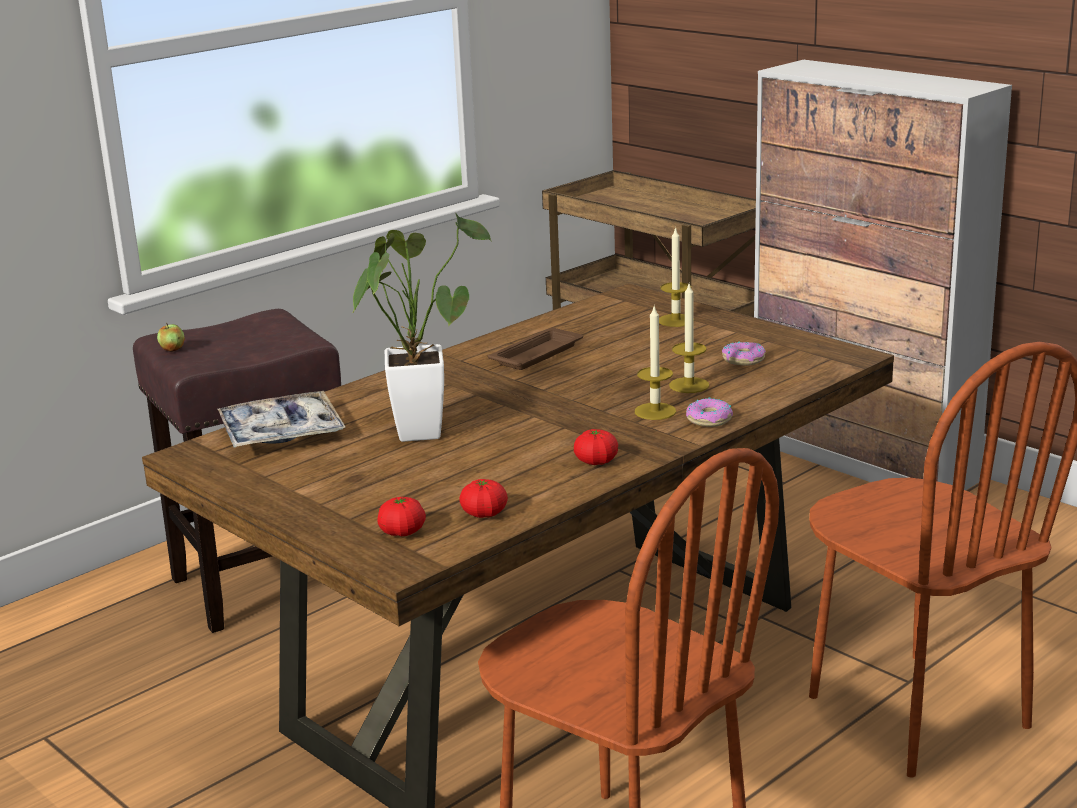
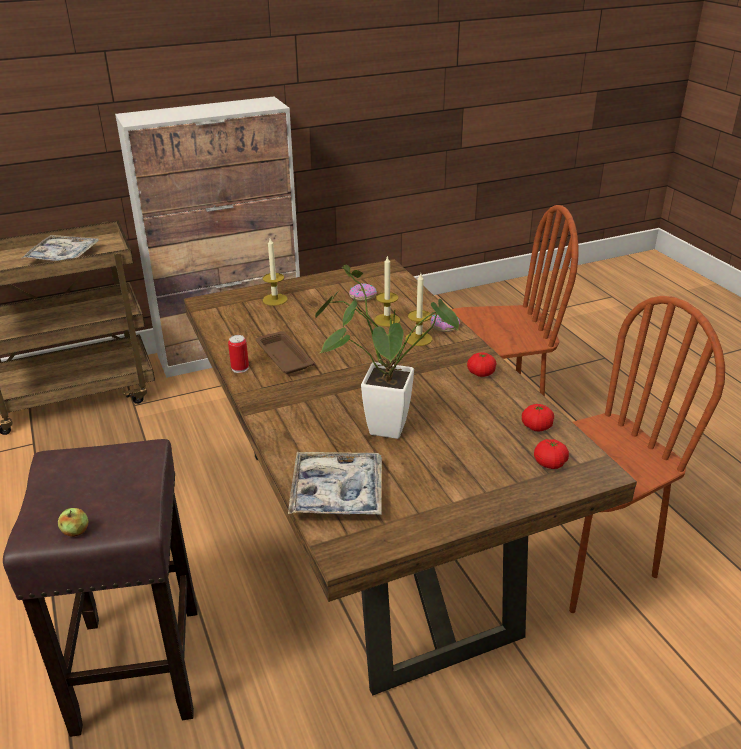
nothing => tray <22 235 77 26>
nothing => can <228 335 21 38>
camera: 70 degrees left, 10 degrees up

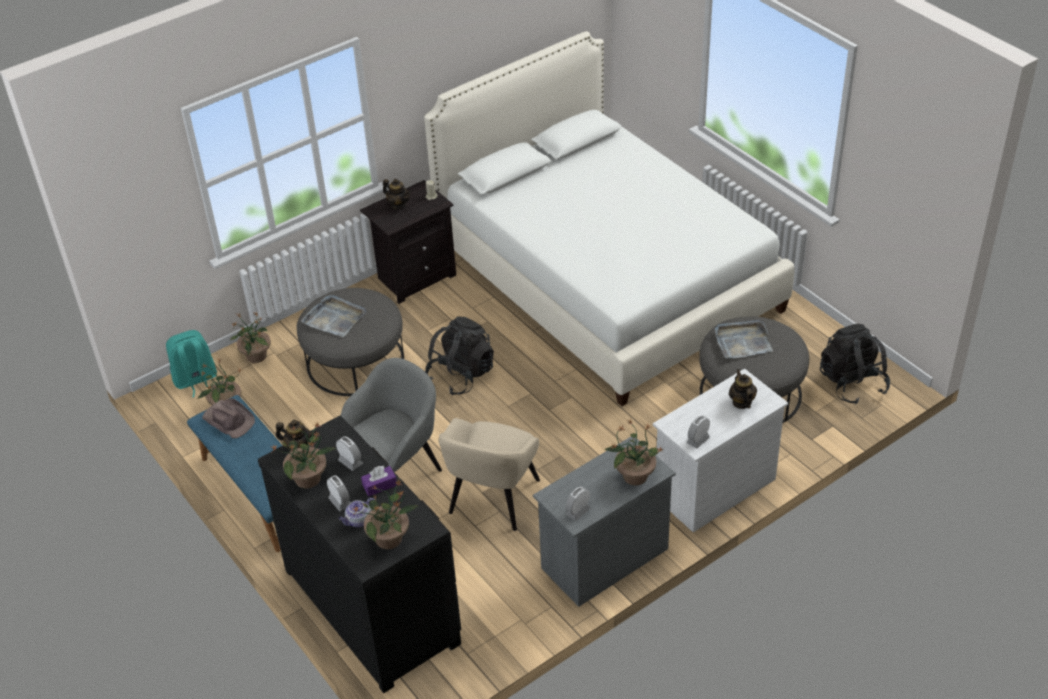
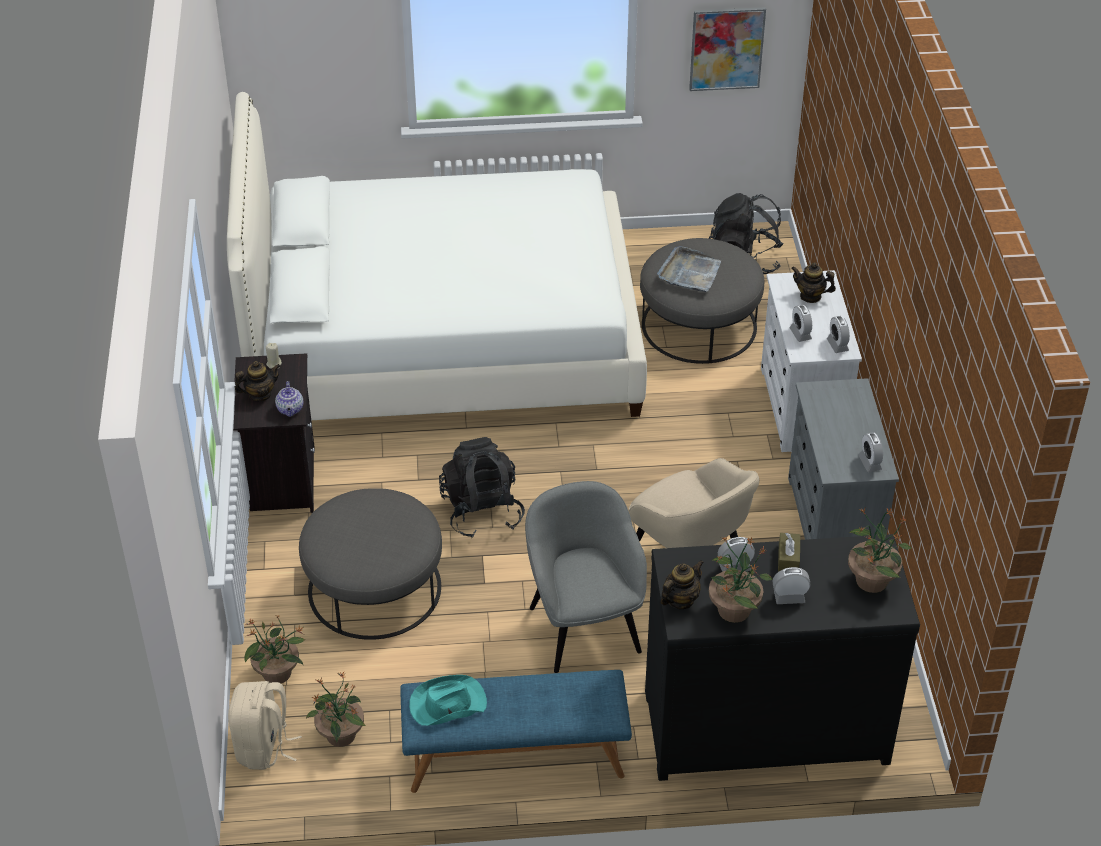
knapsack in turquoise <166 330 51 68> => knapsack in beige <228 681 74 89>
pot for tea <338 498 37 29> => pot for tea <275 381 29 36>, moved
clothing hat in brownish <202 398 53 40> => clothing hat in turquoise <409 675 78 51>
nothing => picture <689 7 77 84>
tissue holder in purple <361 466 36 30> => tissue holder in brownish <778 533 22 38>
nothing => alarm clock <789 305 23 37>
tray in gray <301 295 65 42> => nothing
plant in a pot <604 419 59 67> => nothing
camera: 60 degrees left, 0 degrees up

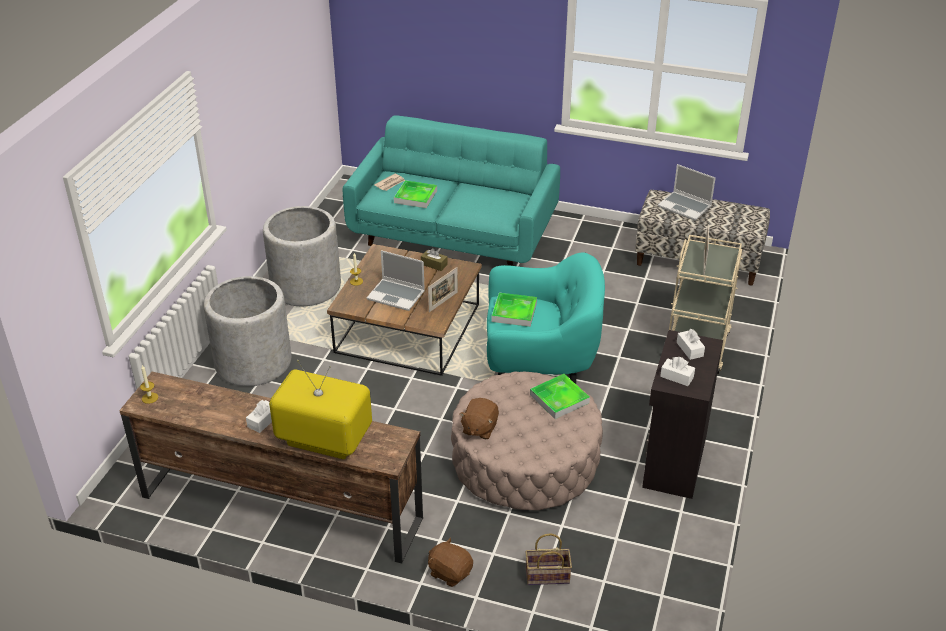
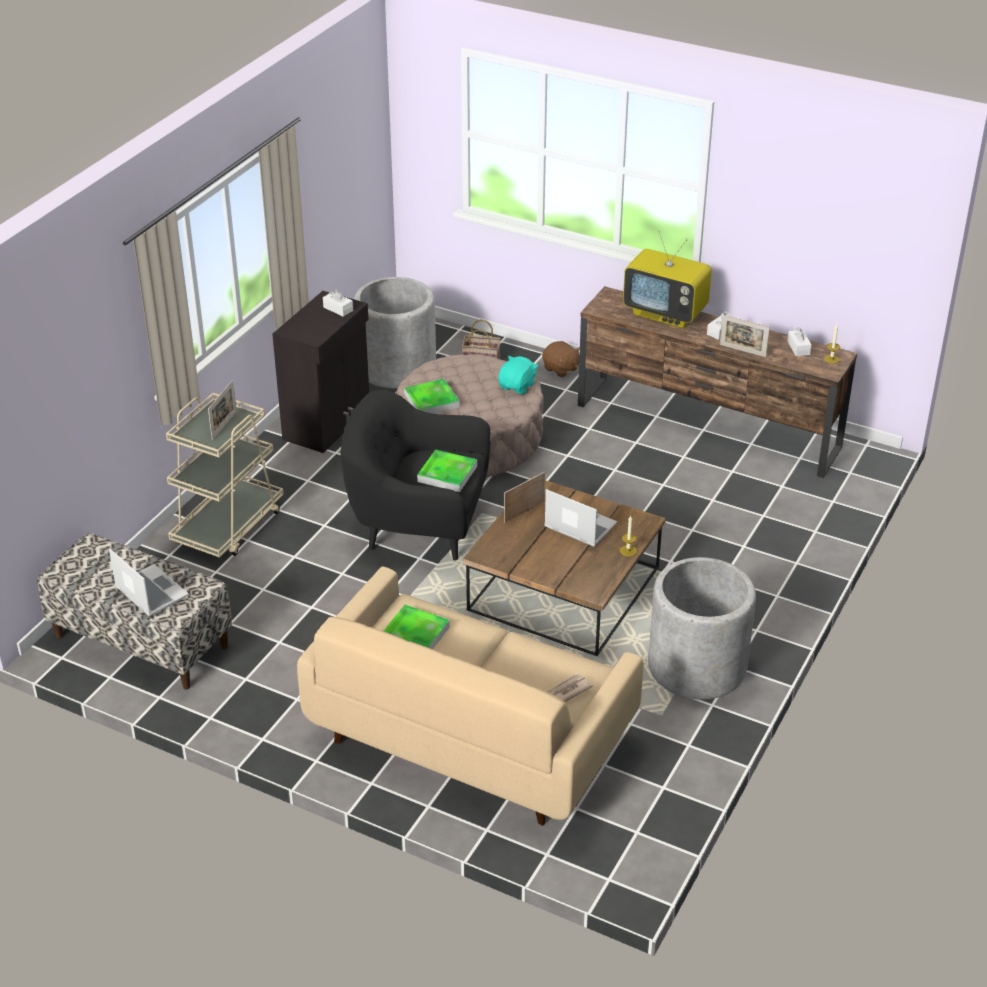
settee in turquoise <343 115 217 151> => settee in beige <297 566 346 259>
easy chair in turquoise <487 252 118 132> => easy chair in black <341 390 150 171>
plant pot in gray <204 276 87 110> => plant pot in gray <354 277 82 111>, moved
tray <394 180 43 28> => tray <384 605 66 44>, moved
cuddly toy in brownish <459 398 40 41> => cuddly toy in turquoise <498 356 40 39>
nothing => photo frame <720 315 50 42>
tissue holder in white <677 329 28 31> => tissue holder in white <787 327 24 29>, moved
tissue holder in brownish <421 248 27 23> => nothing
camera: 170 degrees left, 0 degrees up

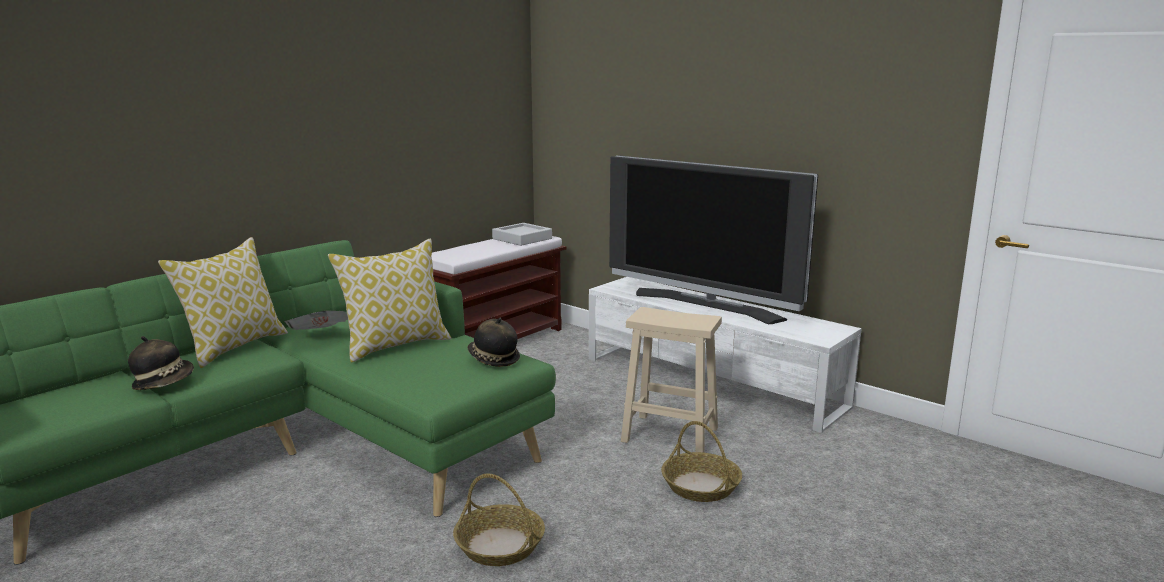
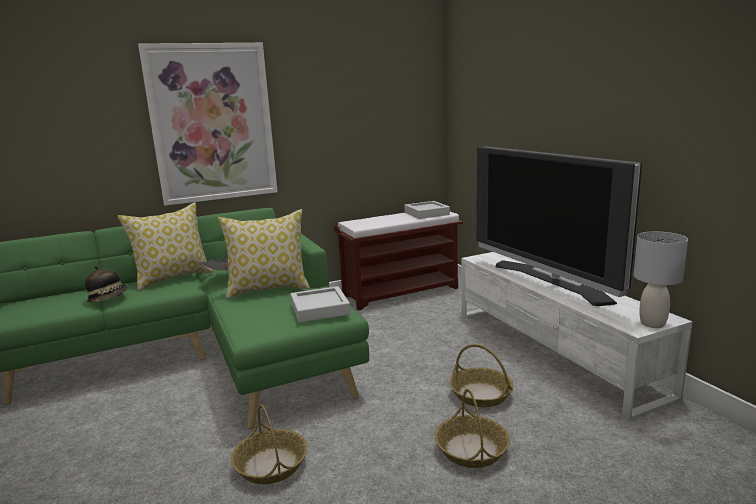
nothing => picture <138 43 140 163>
clothing hat <468 318 52 49> => tray in gray <290 286 61 37>
sitting stool in beige <621 307 101 146> => storage basket <449 344 65 63>
nothing => tabletop lamp in gray <634 232 54 96>
camera: 25 degrees right, 0 degrees up

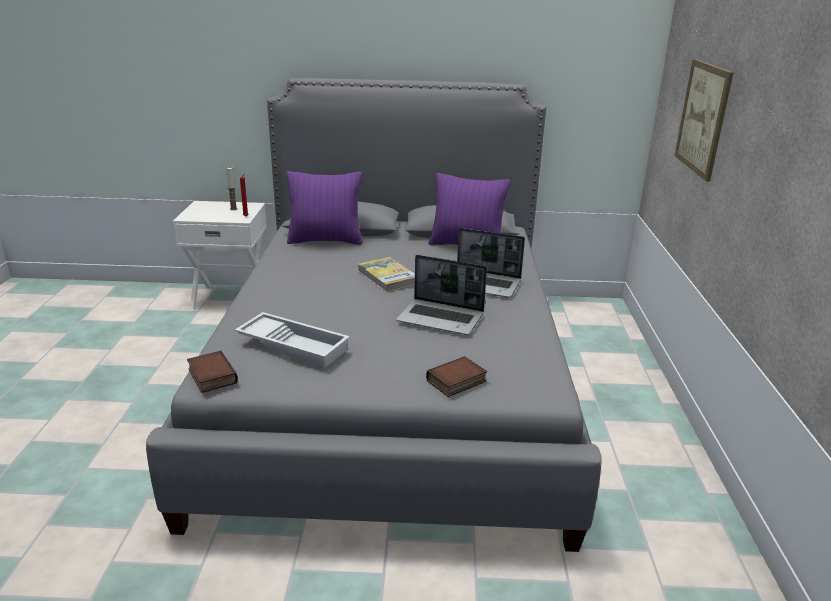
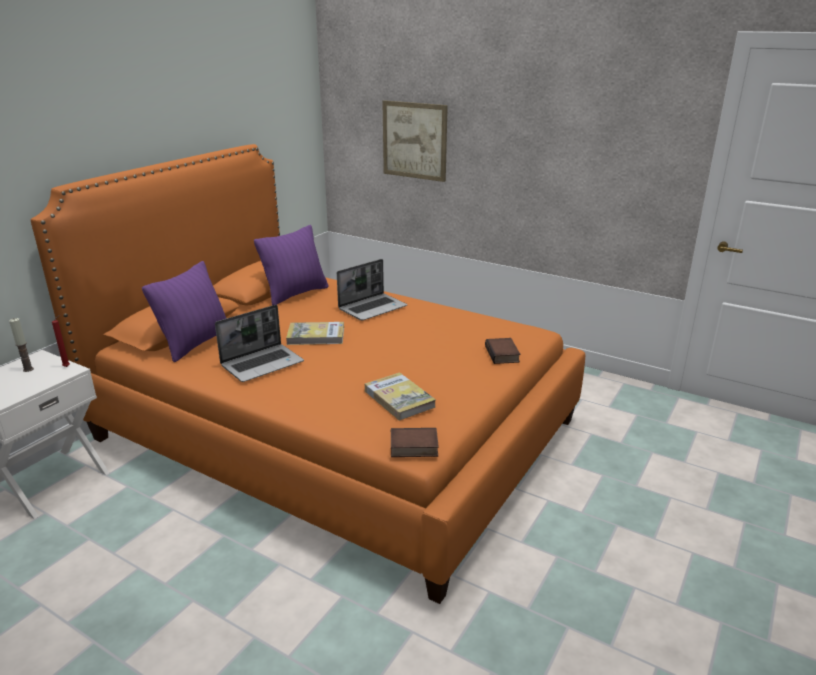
bedroom bed in gray <146 78 456 474> => bedroom bed in orangey <31 144 554 460>
portable computer <396 255 91 80> => portable computer <215 305 89 77>, moved
tray in white <235 312 115 56> => volume <365 372 71 49>
camera: 60 degrees left, 0 degrees up

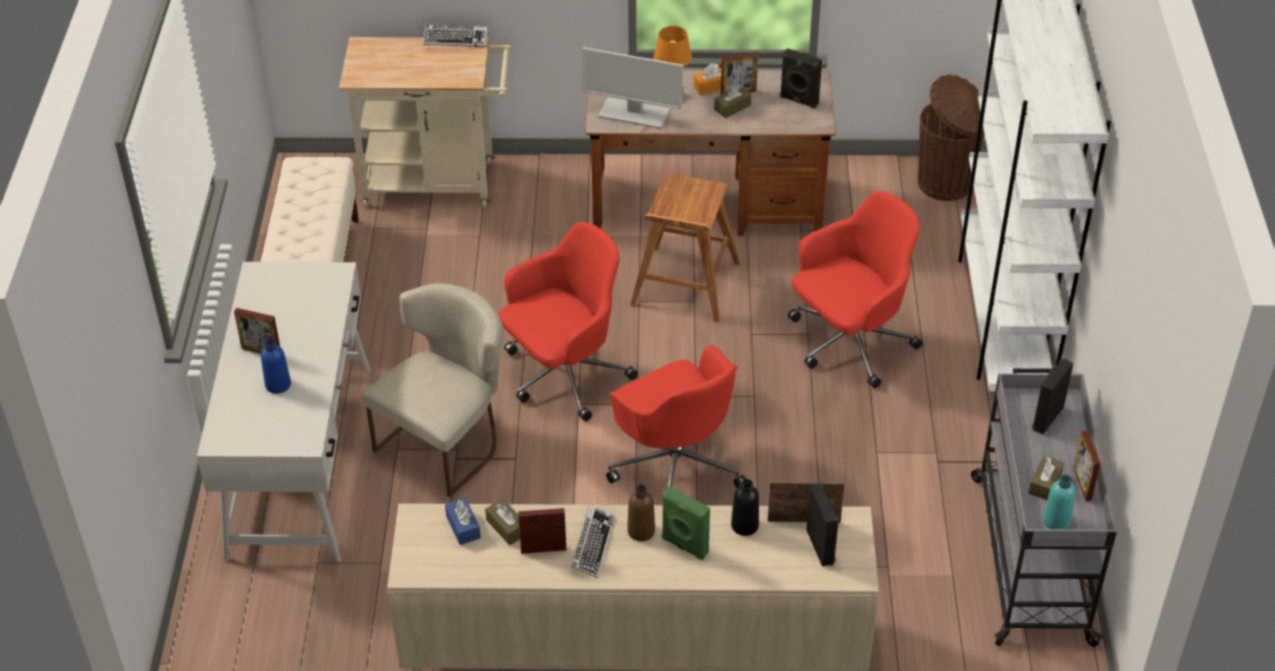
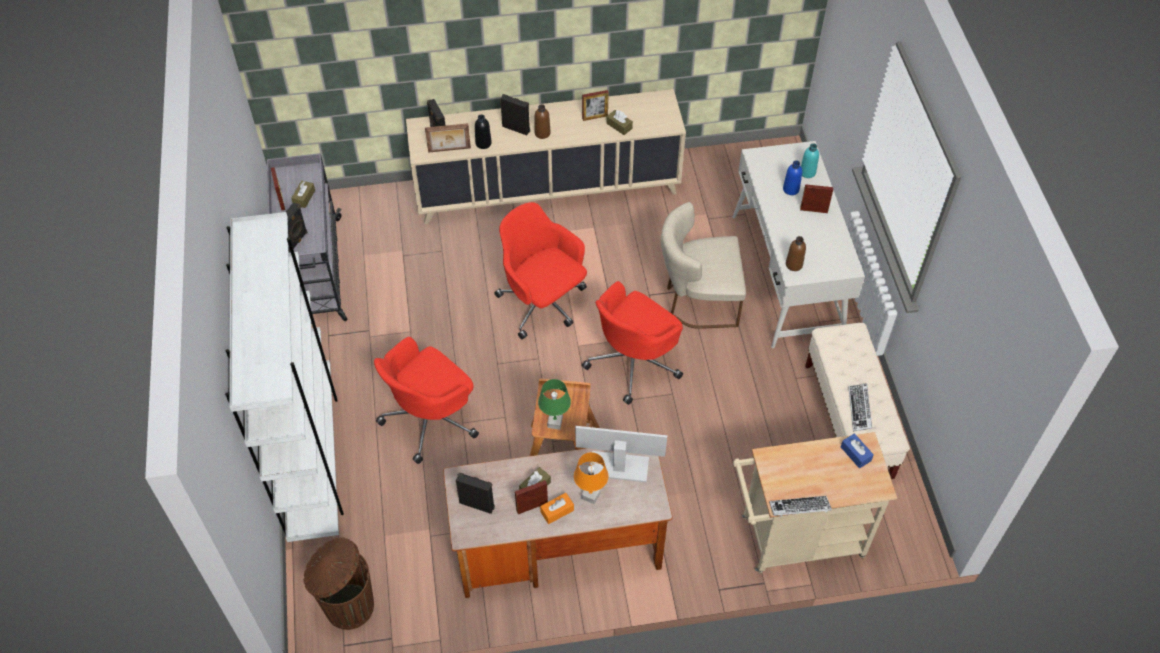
speaker in green-coloured <662 486 48 74> => speaker in black <500 94 30 41>
nothing => tabletop lamp in green-coloured <538 379 33 51>
upright chair in beige <362 283 142 214> => upright chair in beige <661 202 85 127>, 60 degrees clockwise
nothing => drink bottle in brownish <786 236 20 35>
drink bottle in turquoise <1043 475 33 54> => drink bottle in turquoise <801 143 18 35>, moved
tissue holder in bluish <445 498 36 47> => tissue holder in bluish <841 433 33 35>, moved
keyboard <571 505 44 73> => keyboard <848 383 24 49>, moved
camera: 170 degrees right, 10 degrees up

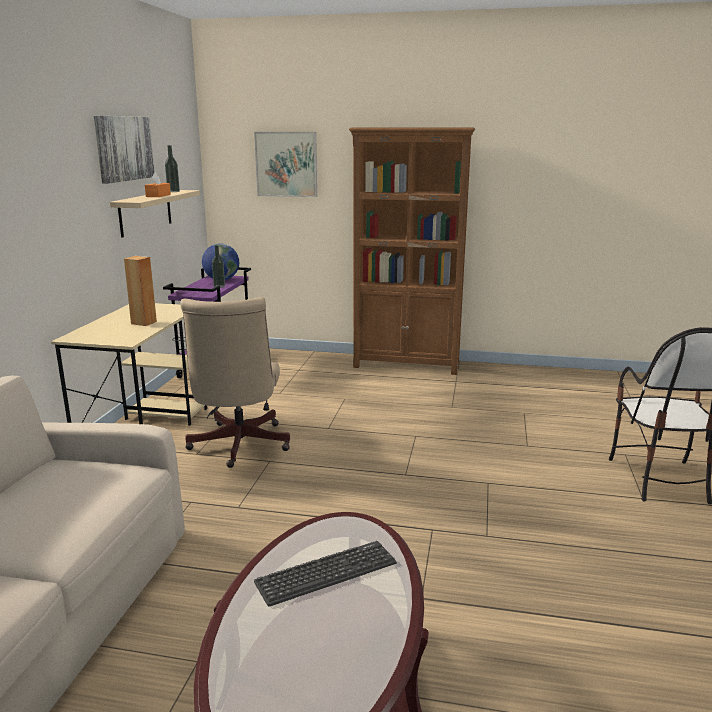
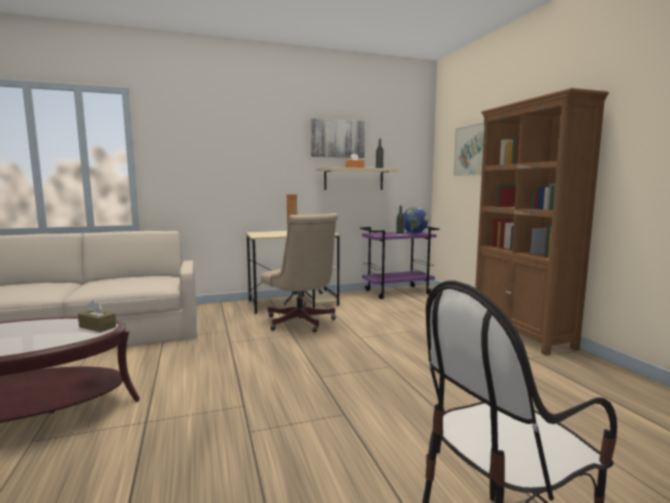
nothing => tissue holder in brownish <78 300 38 32>
office chair in beige <180 297 110 171> => office chair in beige <261 213 77 120>, 90 degrees counterclockwise
keyboard <254 541 143 66> => nothing
camera: 60 degrees right, 10 degrees down

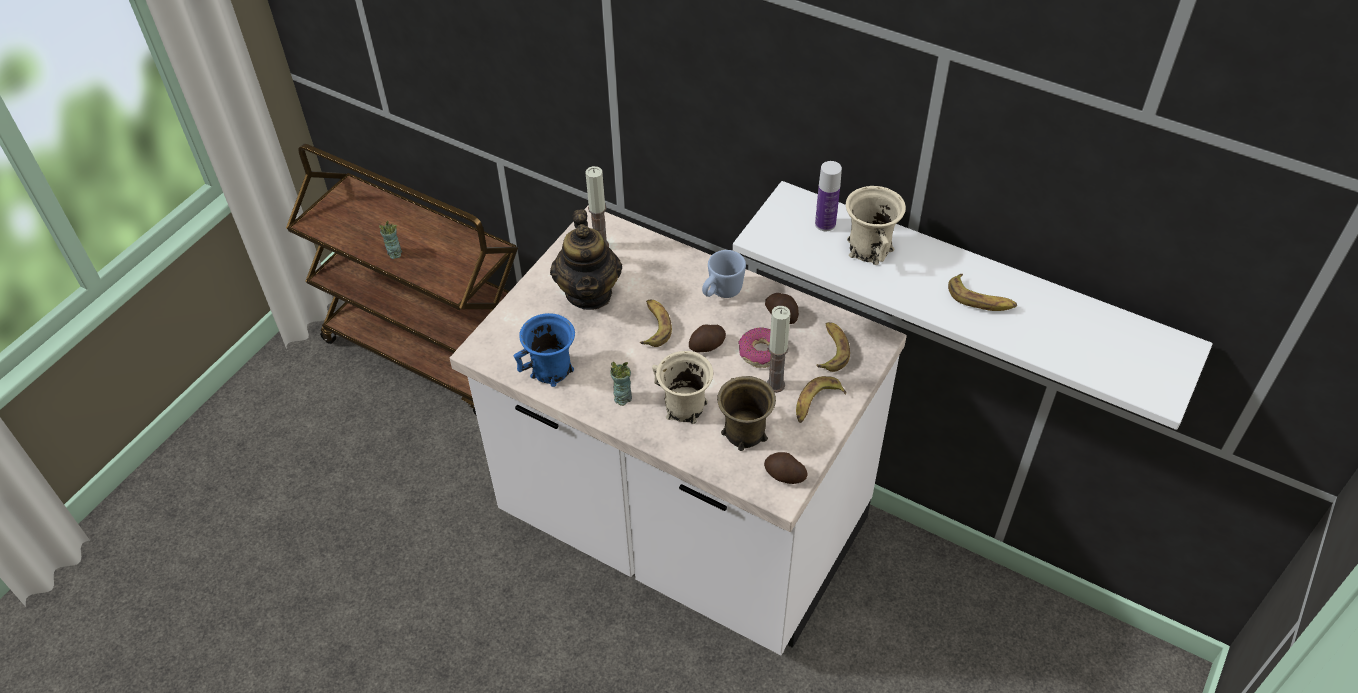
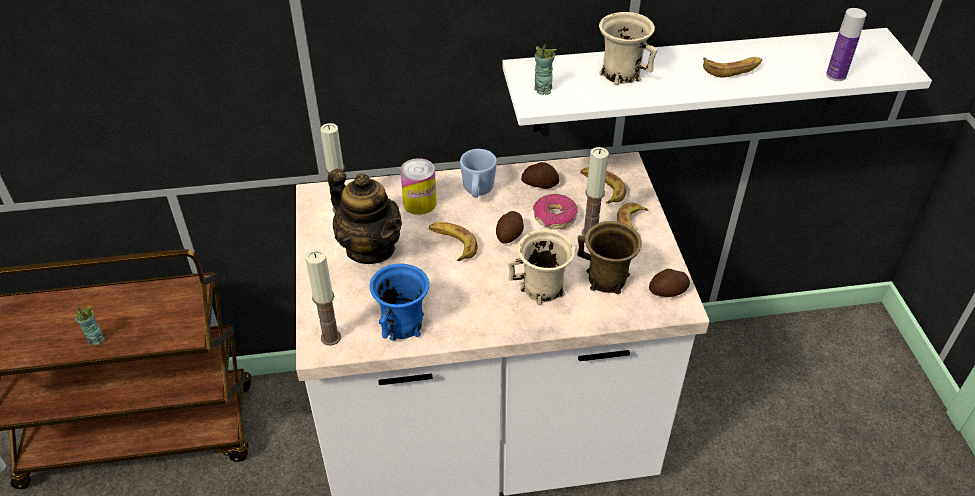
nothing => wax light <305 249 36 97>
nothing => can <400 158 37 57>
cup <610 361 22 45> => cup <535 44 22 51>, moved
drink bottle <815 161 27 70> => drink bottle <826 8 40 73>, moved
camera: 40 degrees left, 5 degrees down

